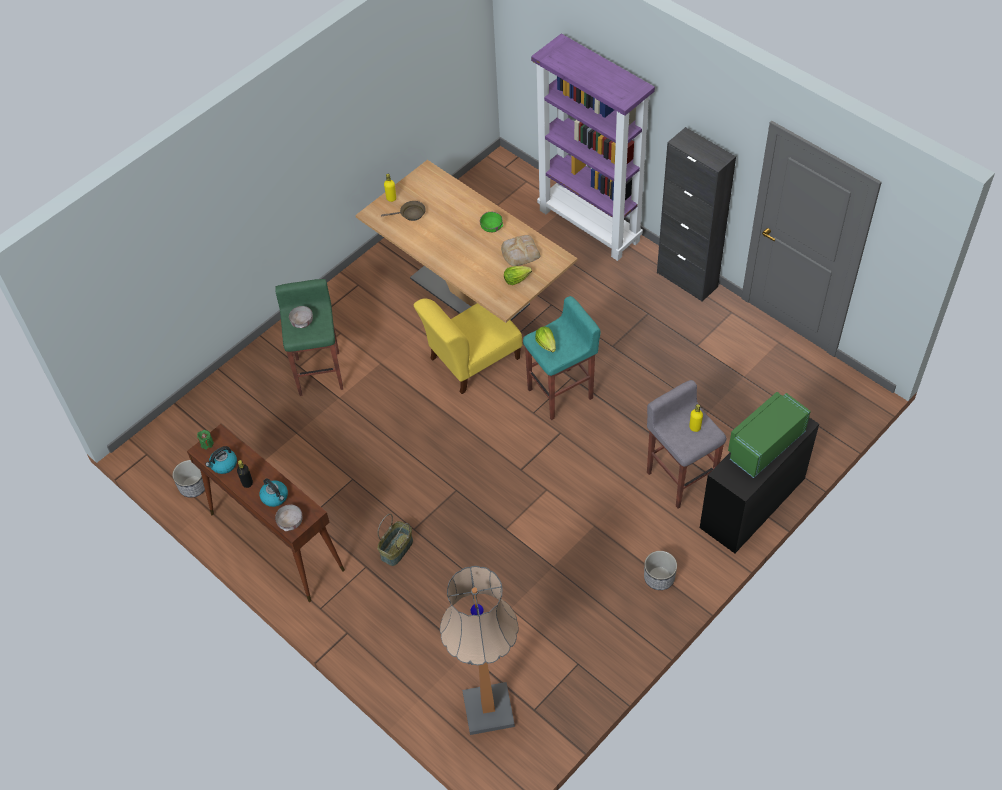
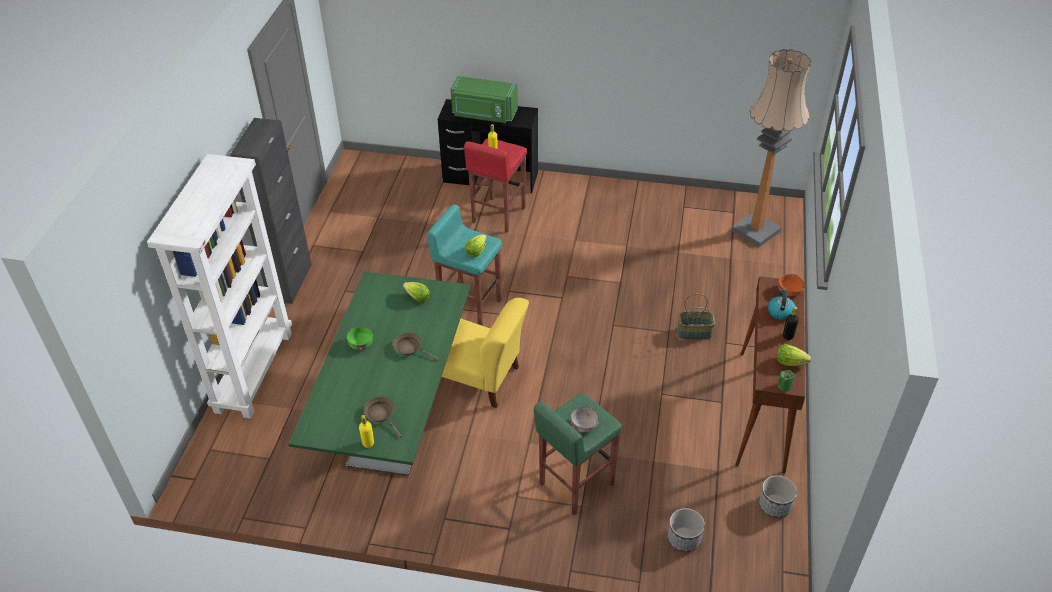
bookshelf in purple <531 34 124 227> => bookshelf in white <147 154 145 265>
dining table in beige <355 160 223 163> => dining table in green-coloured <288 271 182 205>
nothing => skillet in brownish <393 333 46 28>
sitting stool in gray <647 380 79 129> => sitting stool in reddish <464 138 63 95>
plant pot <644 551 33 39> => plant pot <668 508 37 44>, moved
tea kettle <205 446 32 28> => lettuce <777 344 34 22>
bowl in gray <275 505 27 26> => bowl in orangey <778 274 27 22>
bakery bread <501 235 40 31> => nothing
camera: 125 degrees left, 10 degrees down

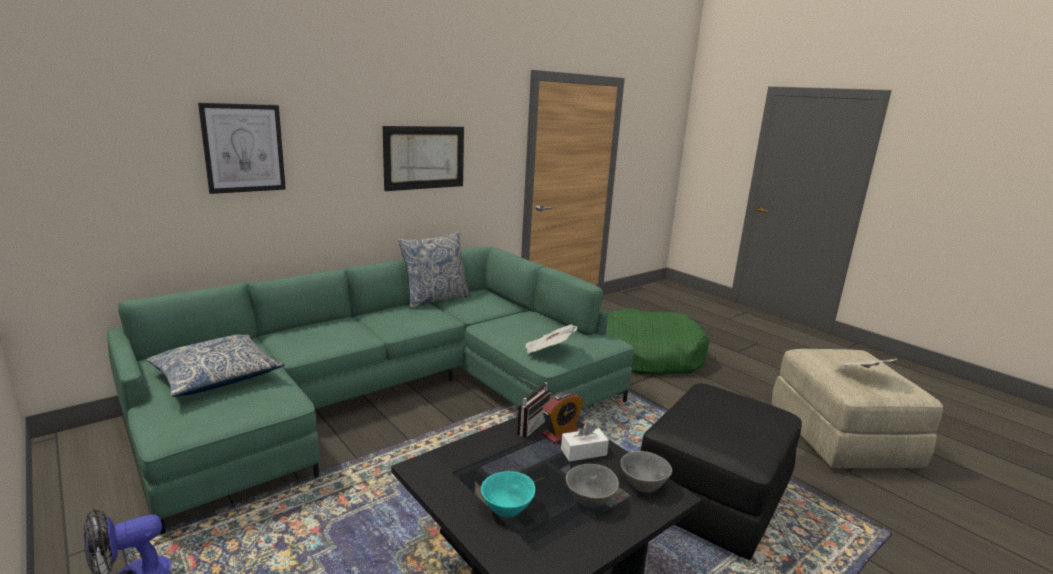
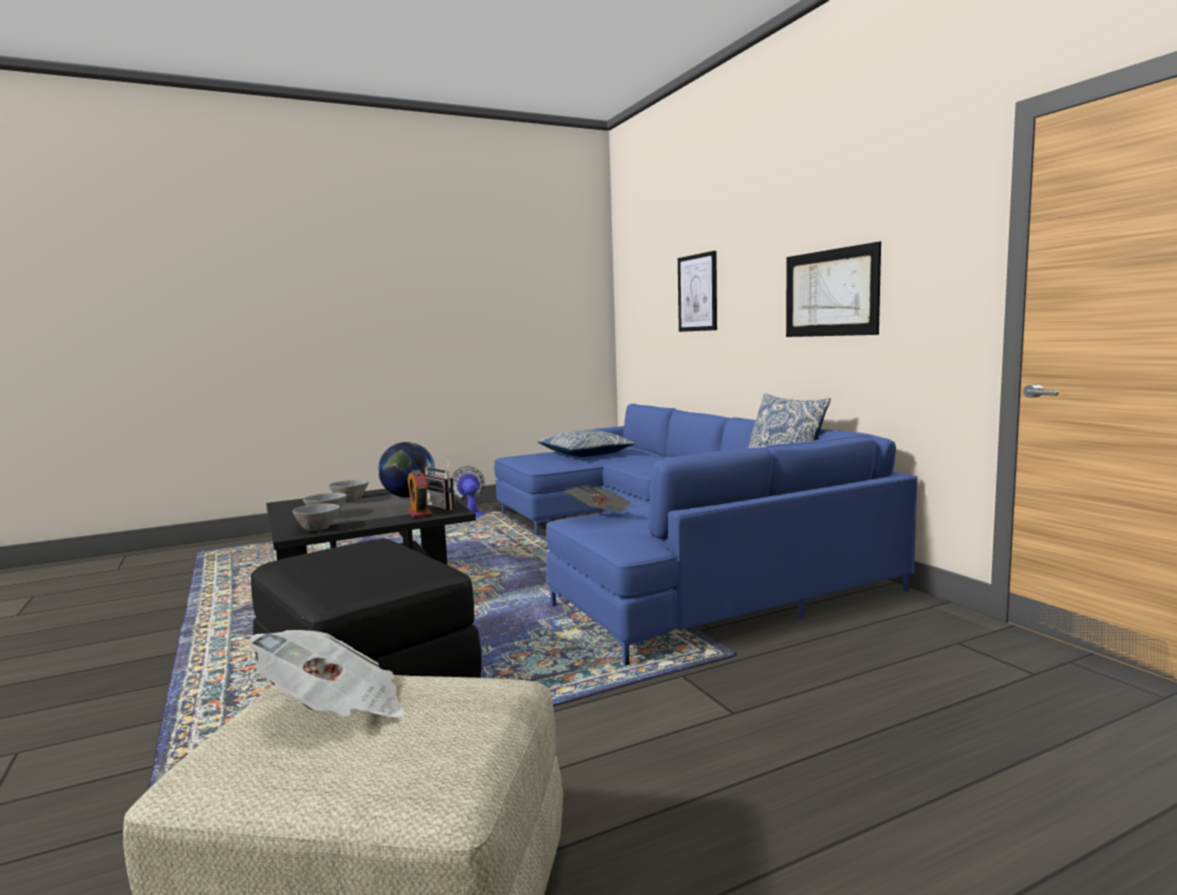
bowl in turquoise <481 471 54 46> => bowl in gray <329 480 40 22>
nothing => desk globe <378 442 57 55>
settee in green-coloured <107 247 527 288> => settee in bluish <494 403 423 263>
tissue holder in white <561 422 48 40> => nothing
dog bed in green-coloured <606 308 103 67> => nothing
camera: 105 degrees right, 10 degrees down

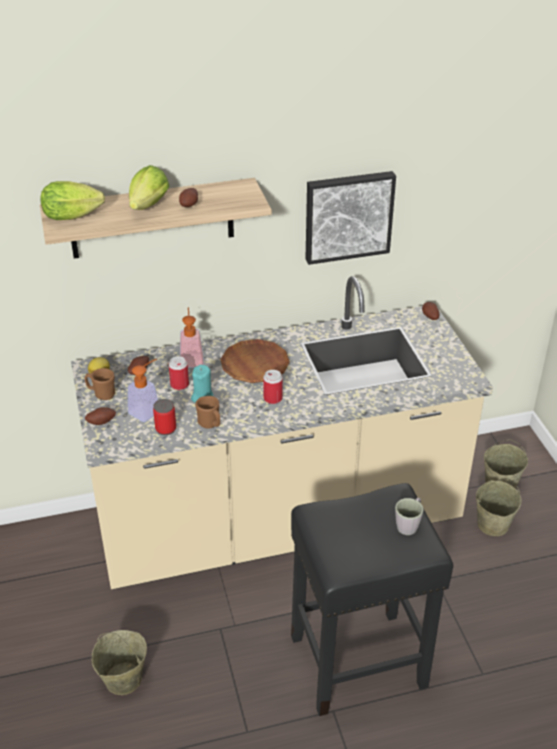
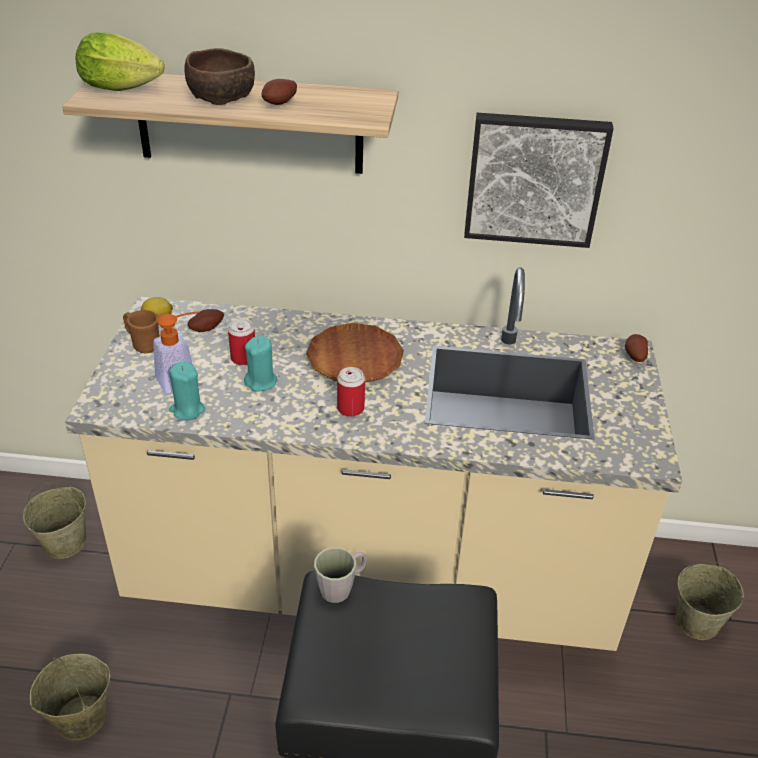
bucket in beige <476 478 46 58> => bucket in beige <23 483 63 76>, moved
can <153 399 23 36> => wax light in turquoise <169 361 37 60>
lettuce <129 165 41 45> => bowl in brownish <185 48 70 57>
mug in gray <395 498 29 37> => mug in gray <314 547 53 56>, moved
whole potato <85 407 31 18> => nothing
soap dispenser <180 307 24 61> => nothing
mug in brownish <195 396 25 33> => nothing
camera: 20 degrees right, 0 degrees up

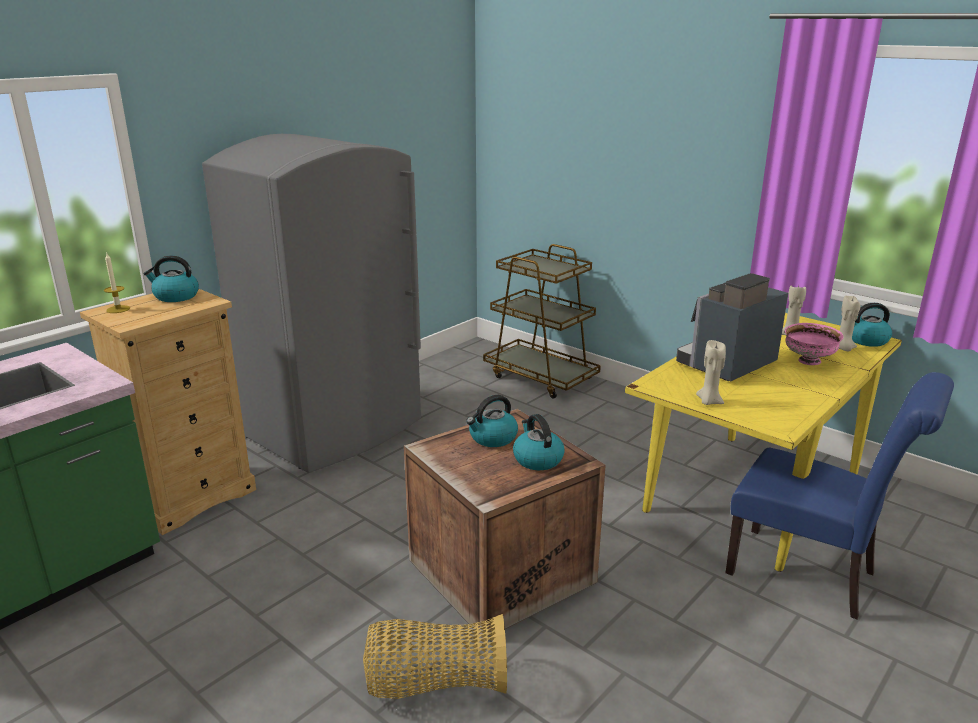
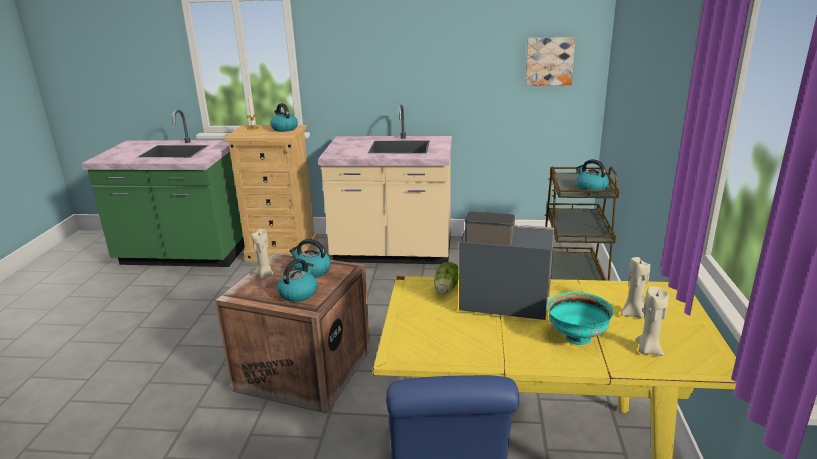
wax light in beige <696 340 30 65> => wax light in beige <252 229 21 50>, moved
fridge in gray <202 134 219 339> => counter in beige <318 105 134 159>
nothing => lettuce <434 262 25 32>
nothing => picture <525 37 51 49>
bowl in pinkish <785 323 59 42> => bowl in turquoise <547 292 67 53>
tea kettle <852 303 40 44> => tea kettle <576 159 33 34>, moved
storage basket <363 614 144 85> => nothing
camera: 55 degrees right, 0 degrees up

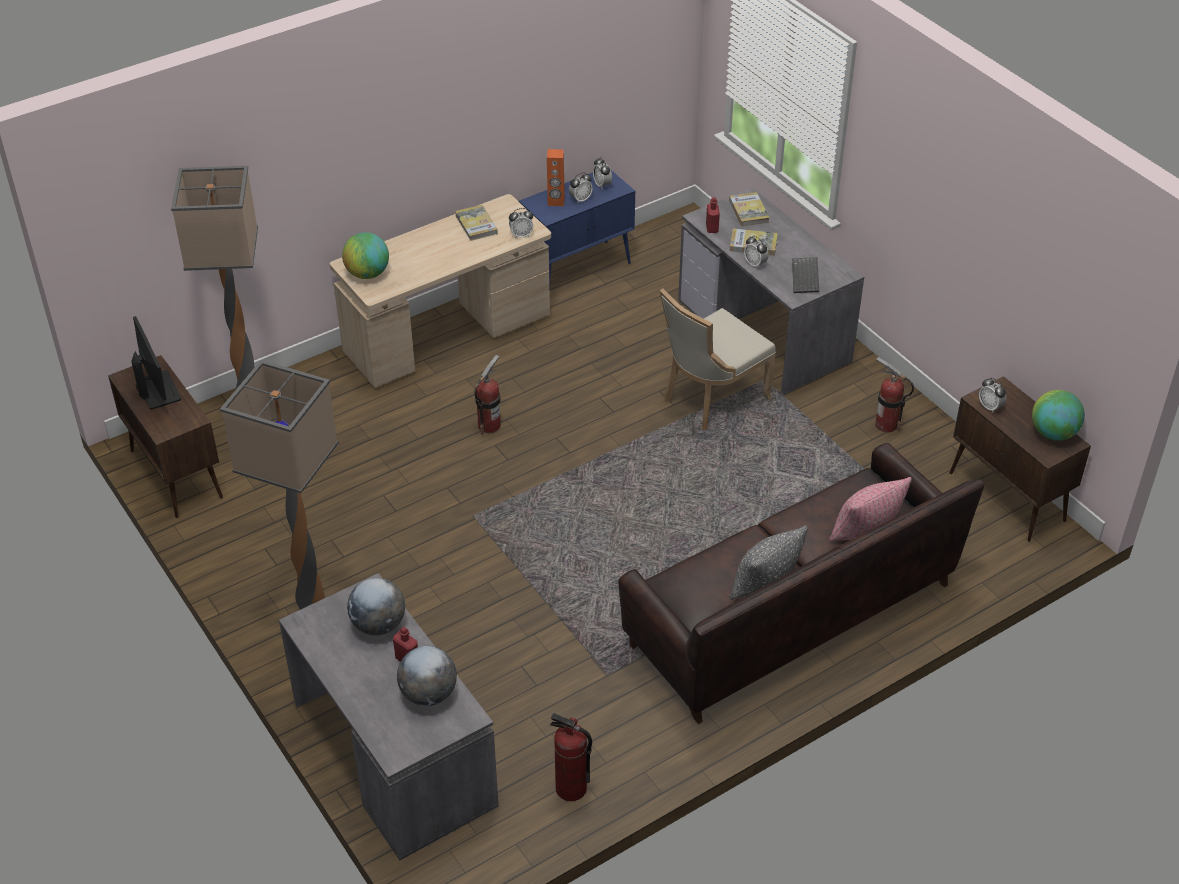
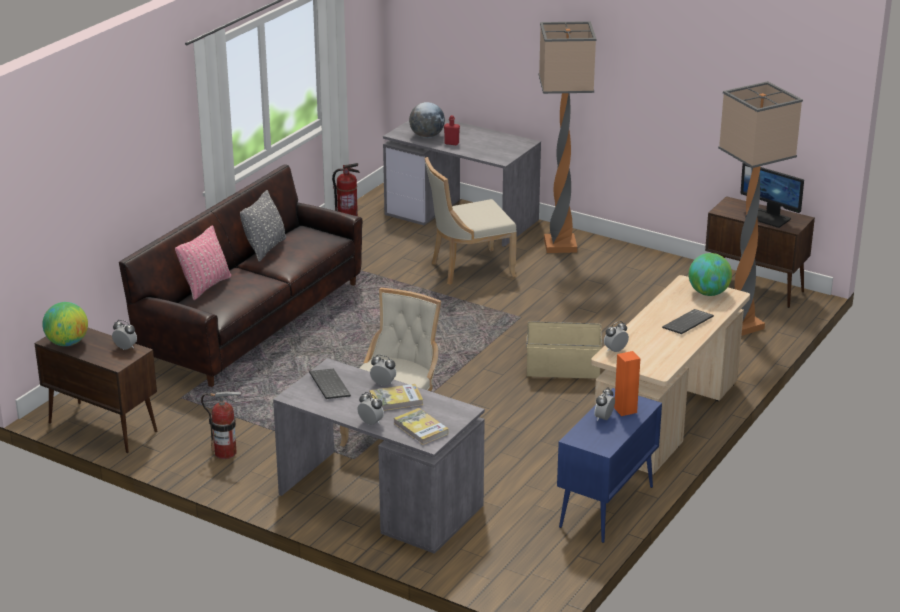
alarm clock <593 157 19 32> => alarm clock <357 392 27 33>, moved
nothing => upright chair in beige <425 157 92 127>
fire-fighting cylinder <474 355 27 79> => storage container in beige <526 321 76 58>
nothing => keyboard <662 309 52 25>
desk globe <347 578 58 57> => nothing
volume <455 205 43 36> => nothing
drink bottle in reddish <706 197 14 36> => nothing
camera: 155 degrees right, 15 degrees down

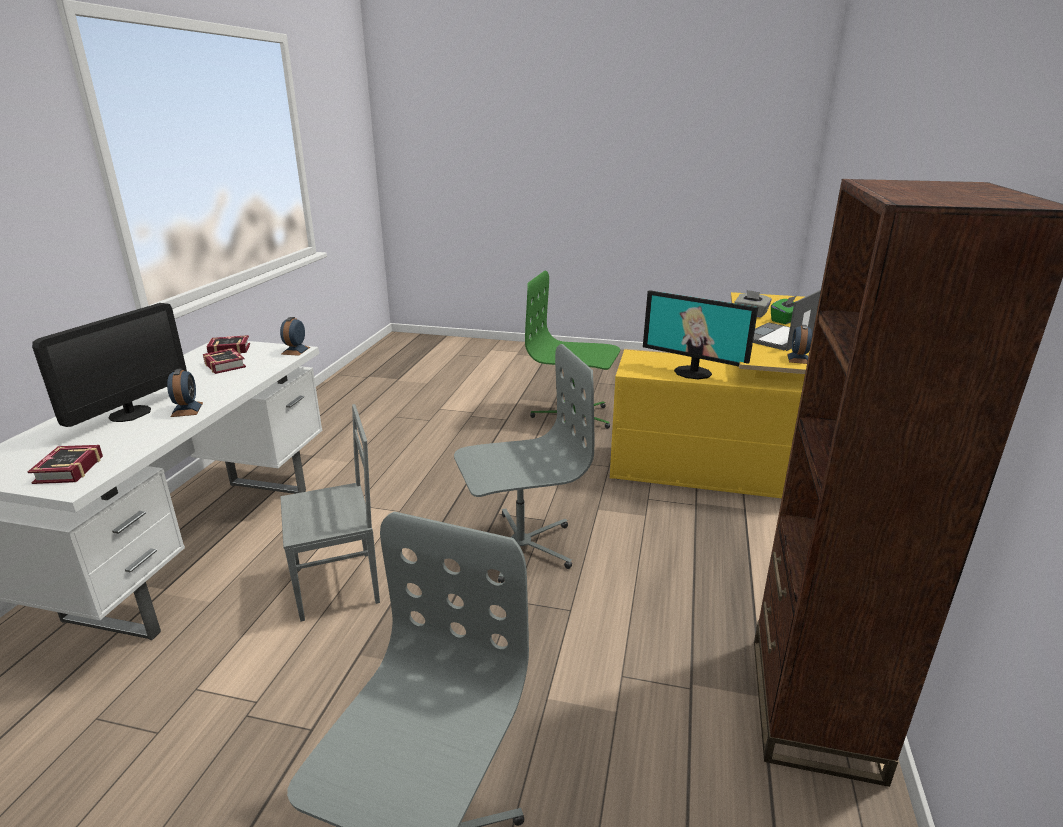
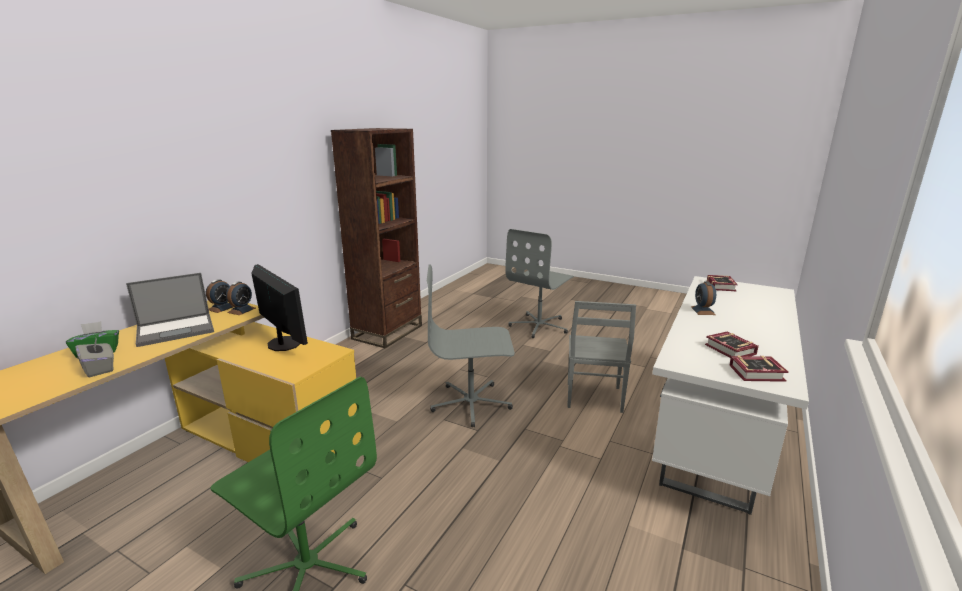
alarm clock <280 317 30 39> => alarm clock <226 282 30 33>, moved
upright chair in gray <280 404 100 218> => upright chair in gray <567 301 69 112>, 75 degrees counterclockwise
monitor <32 303 155 124> => nothing
camera: 165 degrees left, 5 degrees down

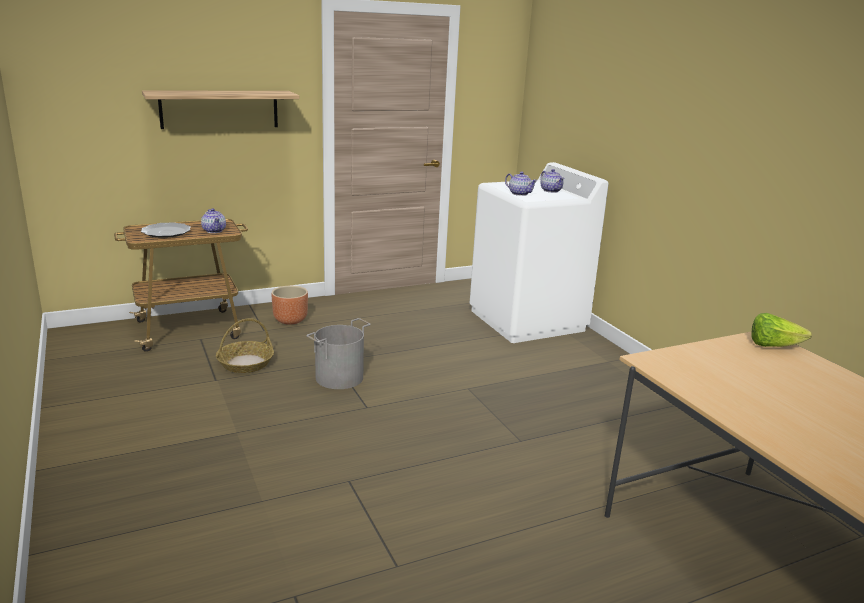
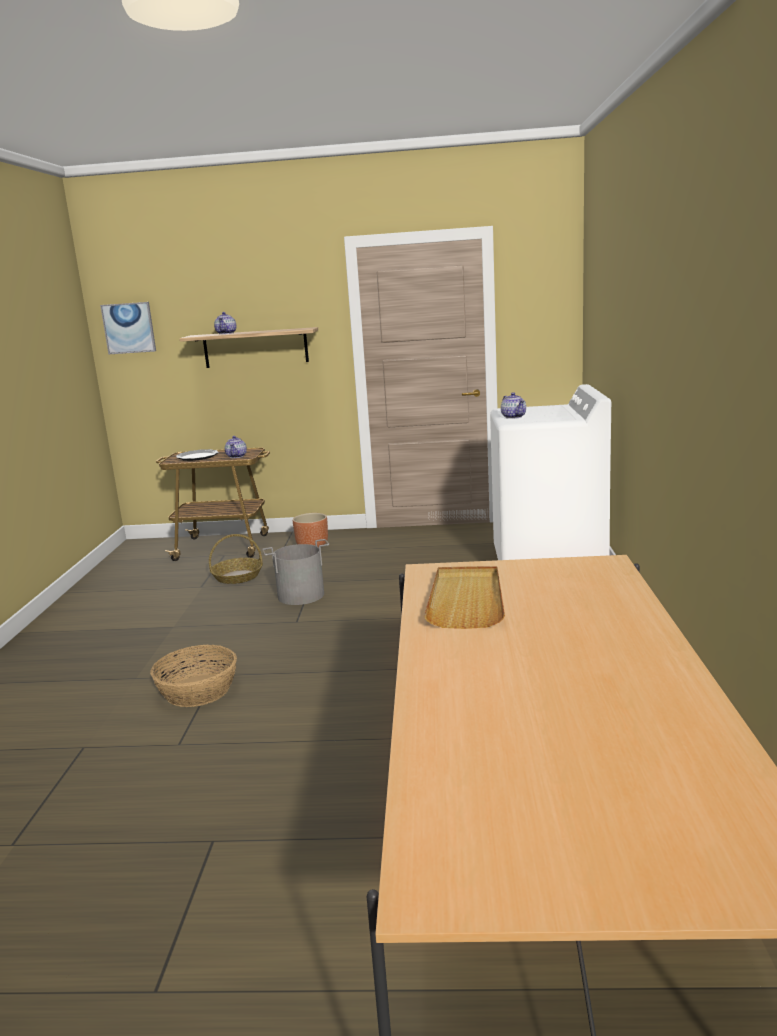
nothing => picture <100 302 56 52>
nothing => storage basket <150 645 87 62>
pot for tea <541 169 24 24> => pot for tea <214 312 22 22>, moved
nothing => tray in beige <424 566 81 63>
lettuce <751 313 61 34> => nothing
camera: 30 degrees right, 5 degrees down

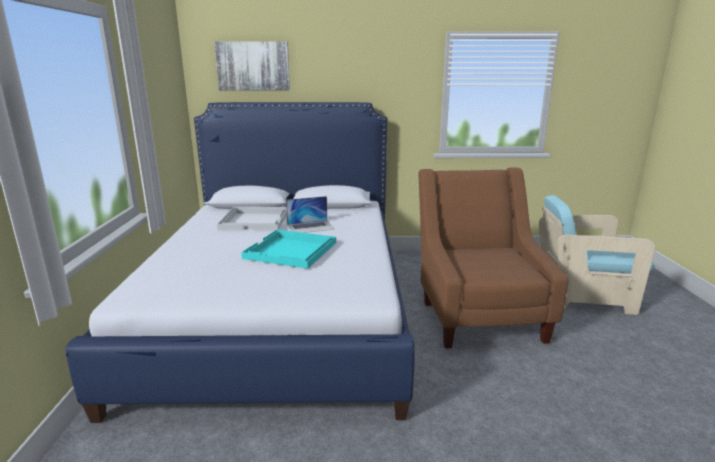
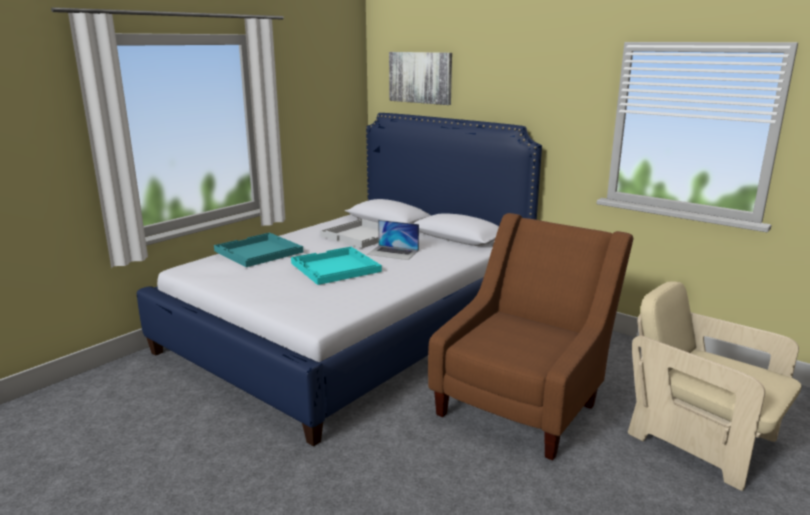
nothing => tray in turquoise <214 233 89 34>
easy chair in turquoise <539 195 116 120> => easy chair in beige <628 281 174 210>
camera: 40 degrees right, 0 degrees up

